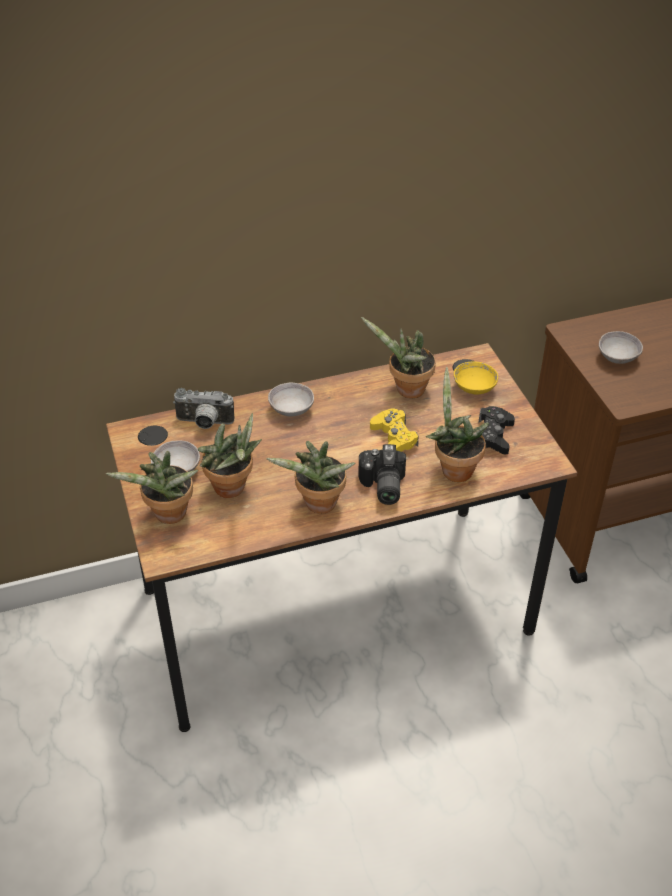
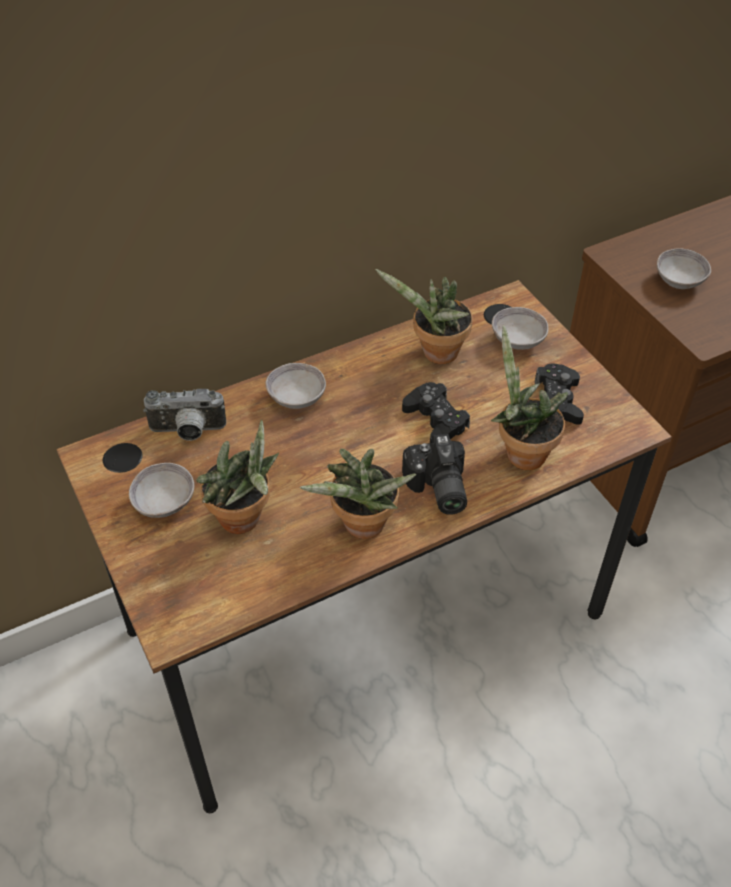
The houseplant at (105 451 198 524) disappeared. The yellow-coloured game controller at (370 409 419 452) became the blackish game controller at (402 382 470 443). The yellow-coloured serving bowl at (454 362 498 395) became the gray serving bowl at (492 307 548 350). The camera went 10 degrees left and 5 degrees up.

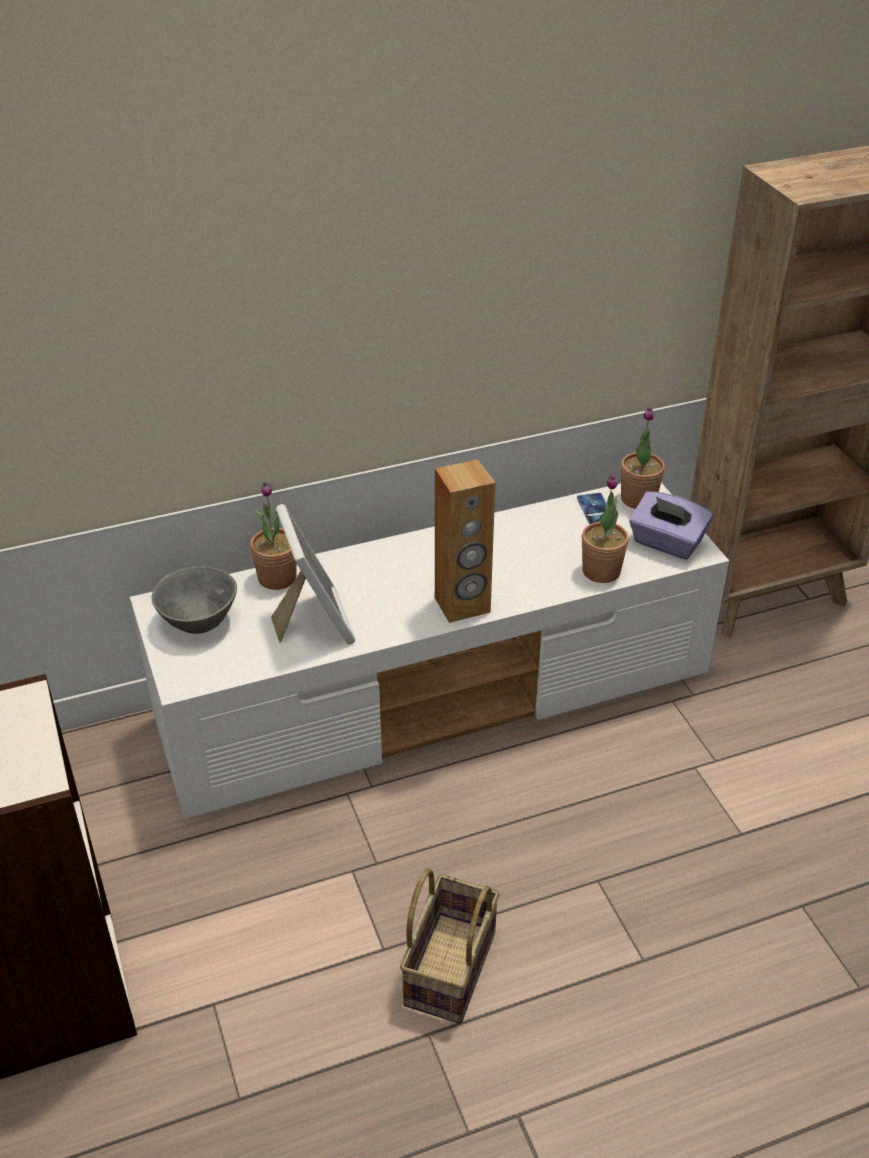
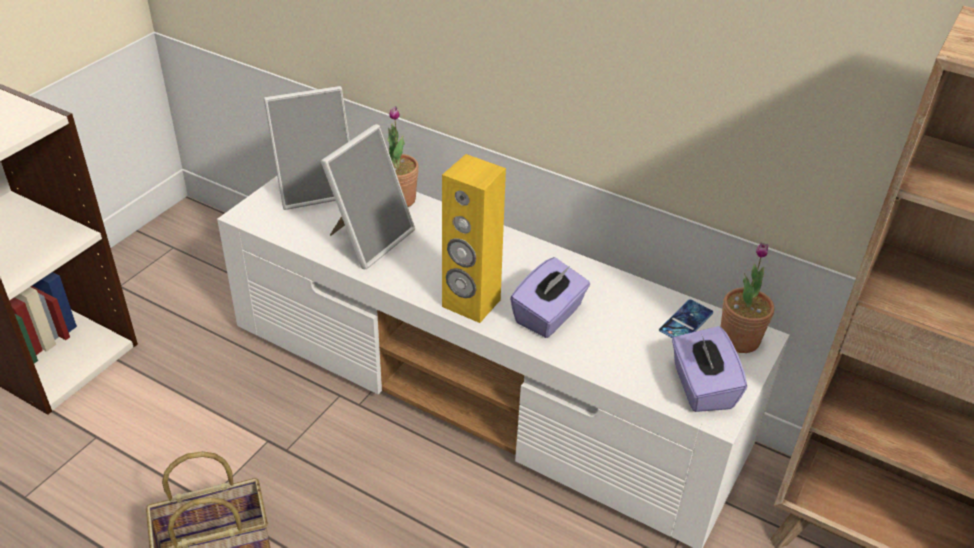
The houseplant at (582 475 629 583) disappeared. The purple box of tissues at (510 257 590 338) appeared. The gray serving bowl at (152 566 237 634) was replaced by the standing frame at (264 86 350 210). The brown-coloured speaker at (435 459 495 623) became the yellow-coloured speaker at (442 154 506 323). The camera went 50 degrees right and 0 degrees up.

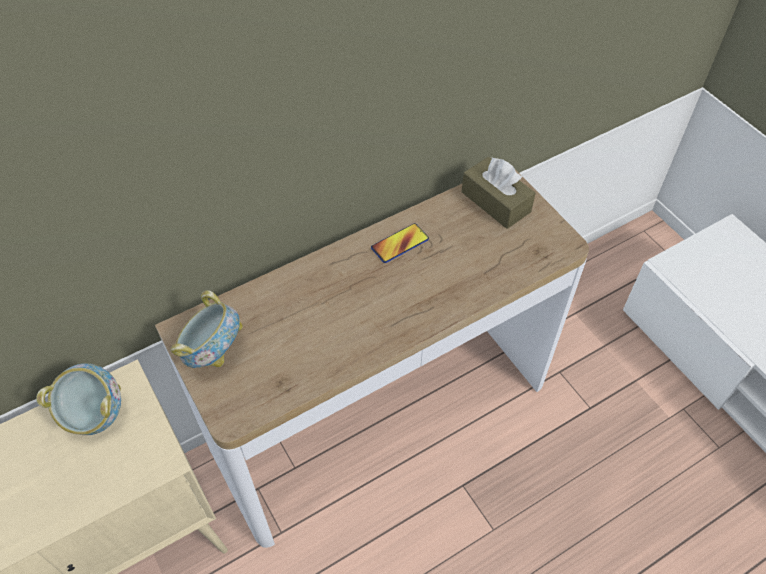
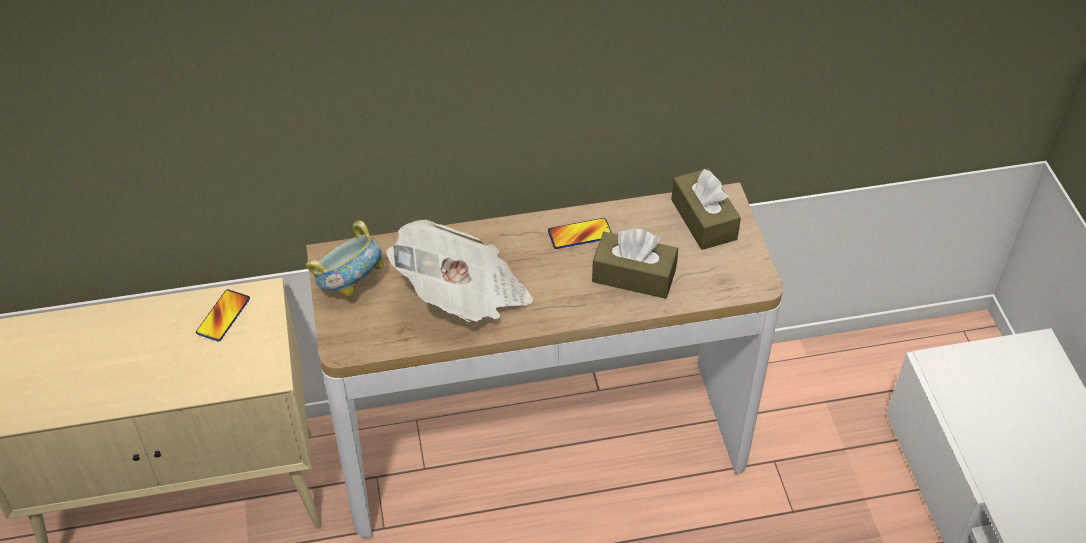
The daily paper at (386 220 533 323) appeared. The brown-coloured box of tissues at (592 229 678 299) appeared. The serving bowl at (36 363 121 435) was replaced by the telephone at (196 289 250 341). The camera went 20 degrees right and 5 degrees down.

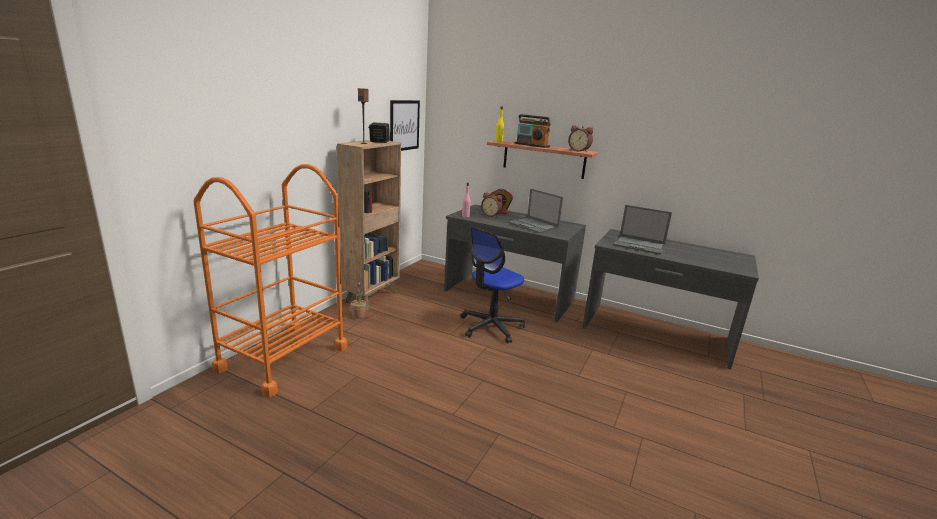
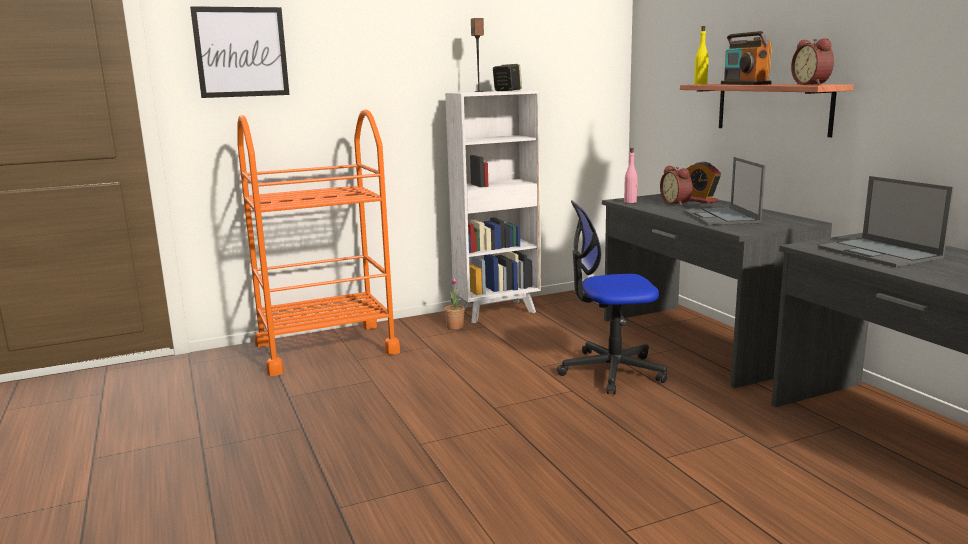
The picture moved from (390 100 420 151) to (190 6 290 98). The brown-coloured bookcase at (337 140 401 310) became the white bookcase at (445 90 541 323). The camera went 40 degrees right and 5 degrees down.

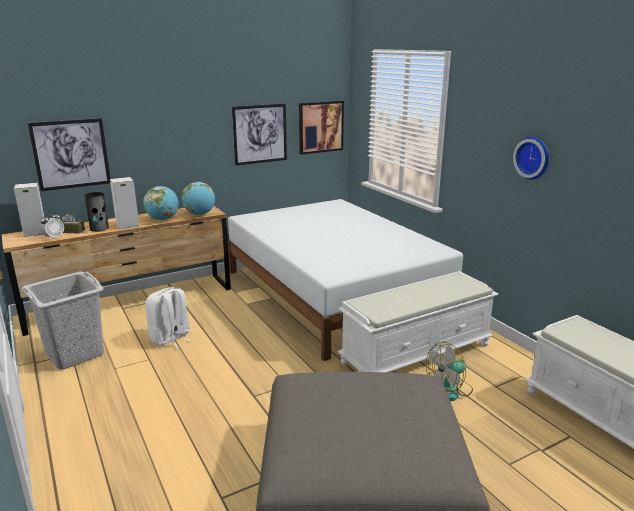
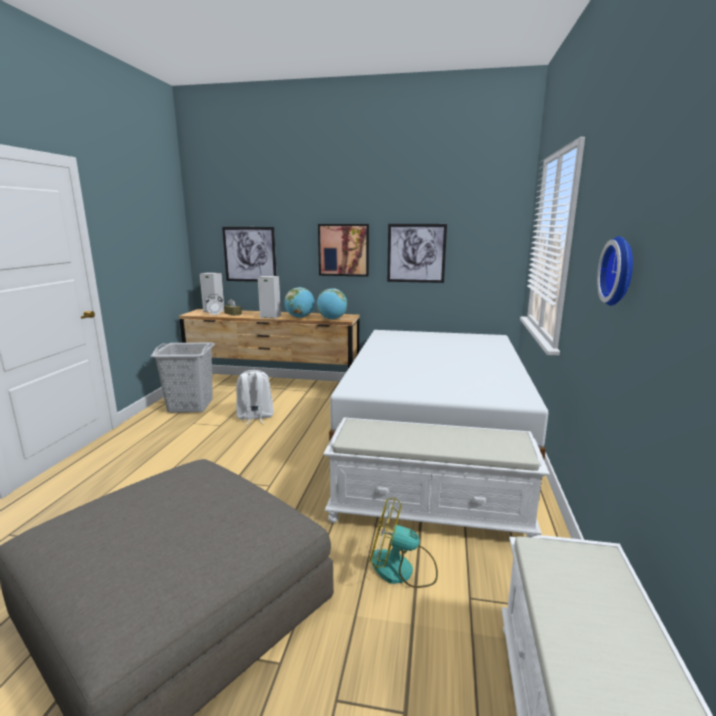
The decorative vase at (85 192 109 232) disappeared. The picture moved from (299 101 344 155) to (318 224 369 277). The camera went 40 degrees right and 5 degrees down.

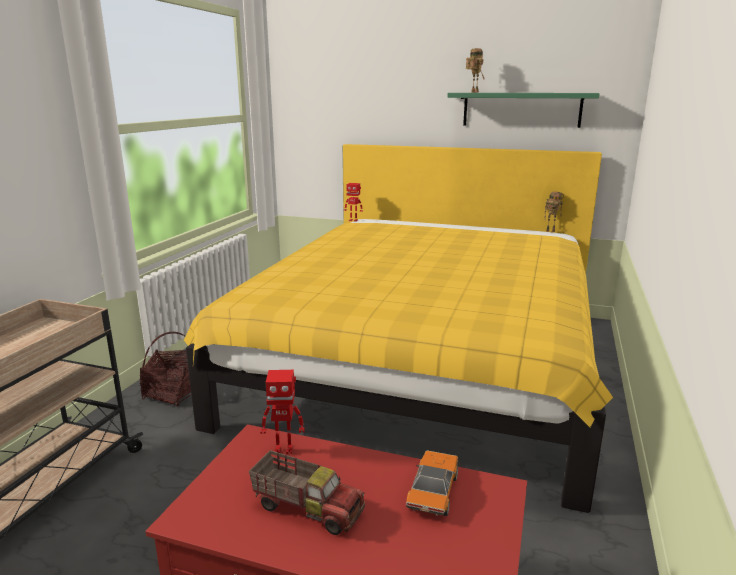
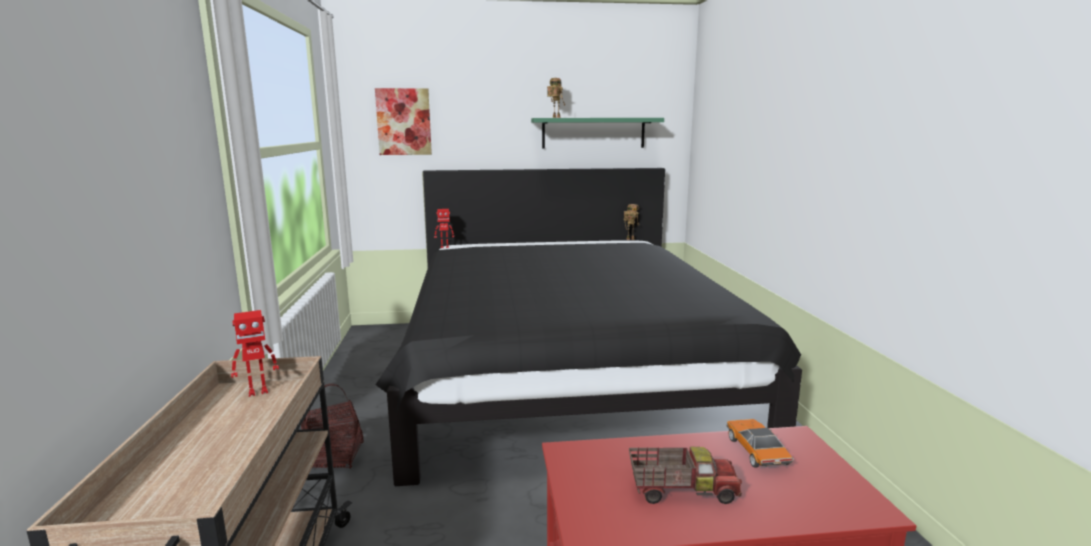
The picture at (375 88 432 155) appeared. The model robot moved from (260 370 305 454) to (231 310 279 397). The yellow-coloured bedroom bed at (184 144 613 513) became the blackish bedroom bed at (376 168 802 486). The camera went 25 degrees left and 5 degrees down.

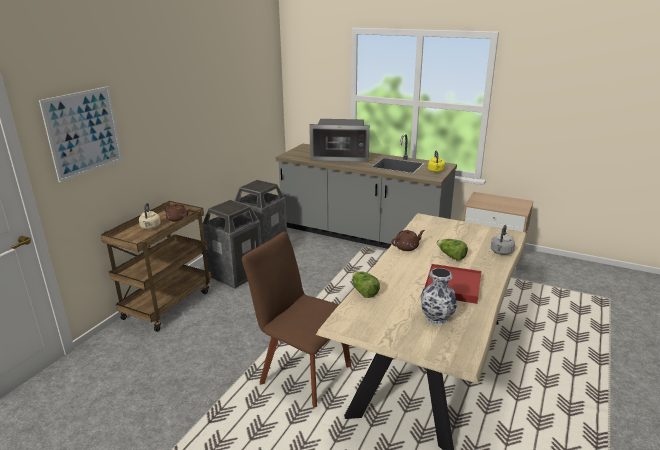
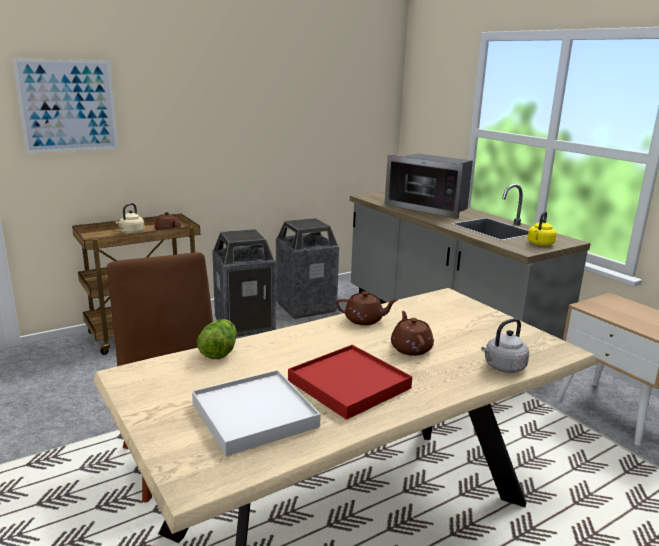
The decorative vase at (421 268 457 325) was replaced by the white carrying tray at (192 370 321 456). The head of lettuce at (437 239 468 261) was replaced by the brown-coloured tea pot at (391 311 434 356). The camera went 30 degrees right and 5 degrees down.

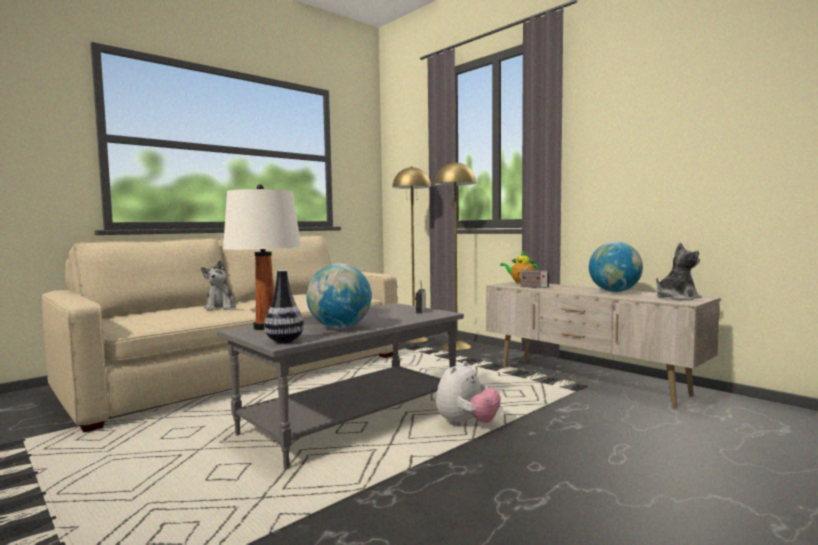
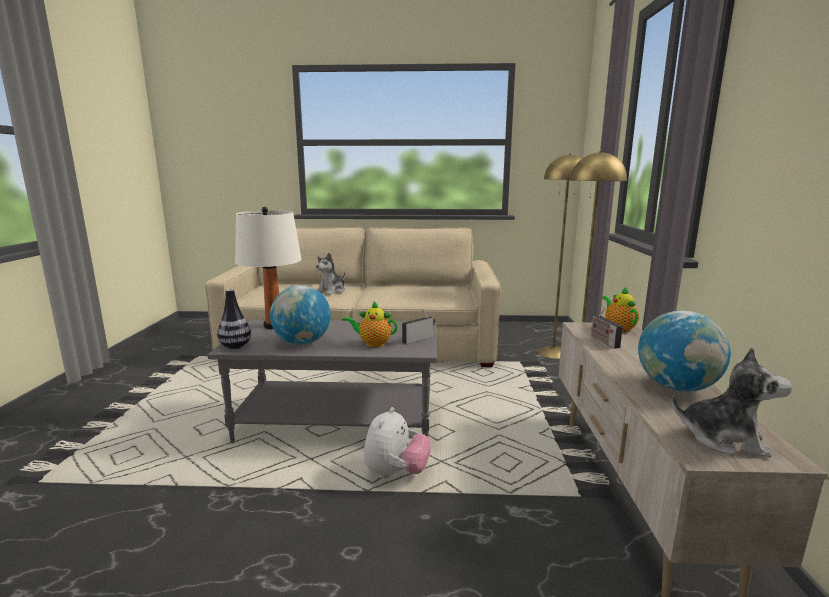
The tea pot at (343 301 397 347) appeared. The soft toy at (436 361 501 426) turned 60 degrees counterclockwise. The camera went 45 degrees right and 10 degrees up.

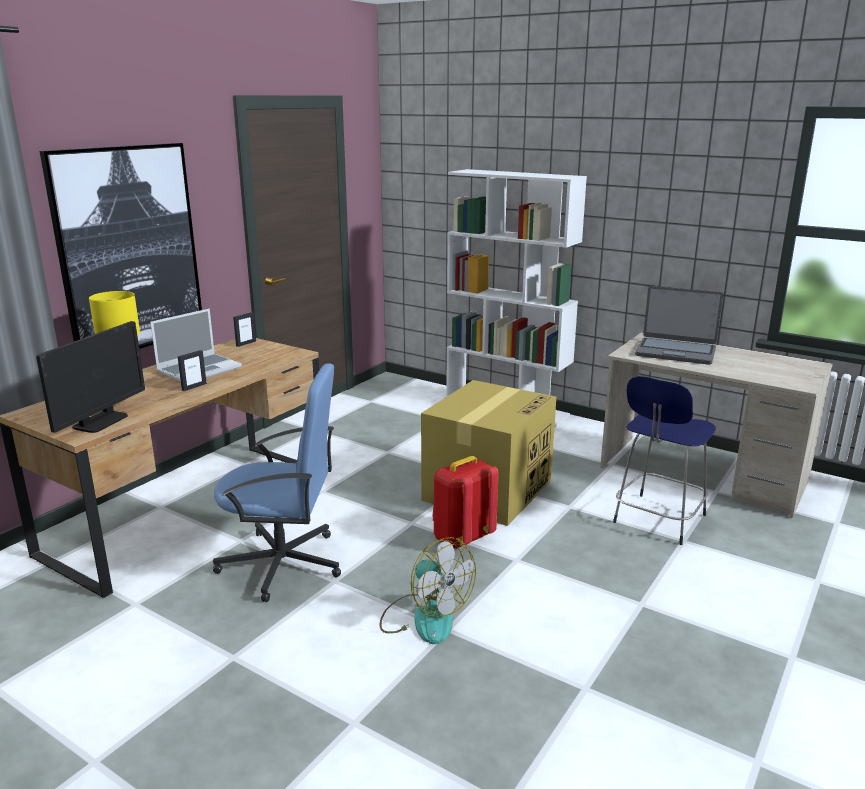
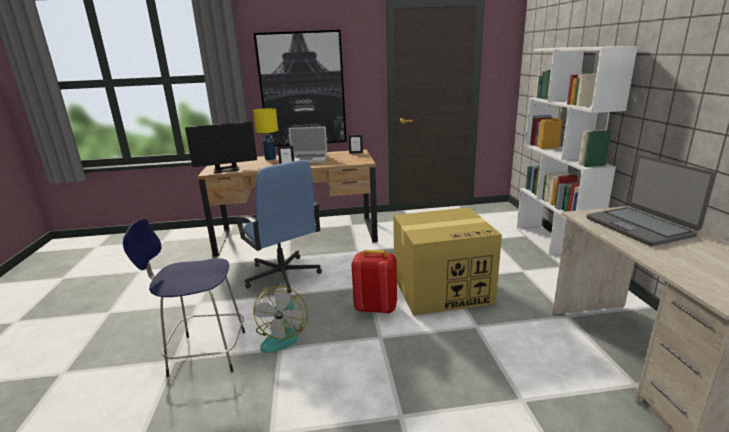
The bluish stool seat moved from (613 376 716 545) to (123 219 245 378). The camera went 50 degrees right and 0 degrees up.

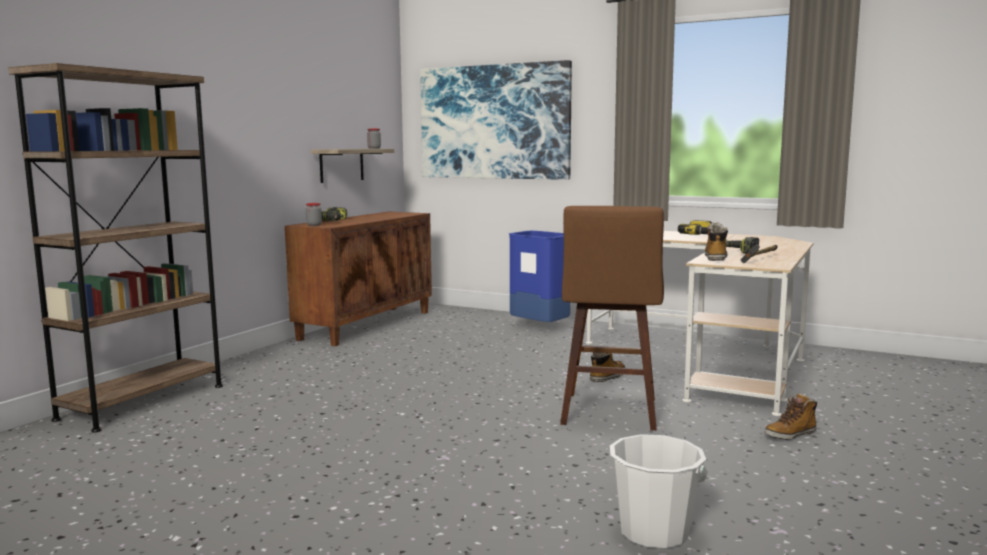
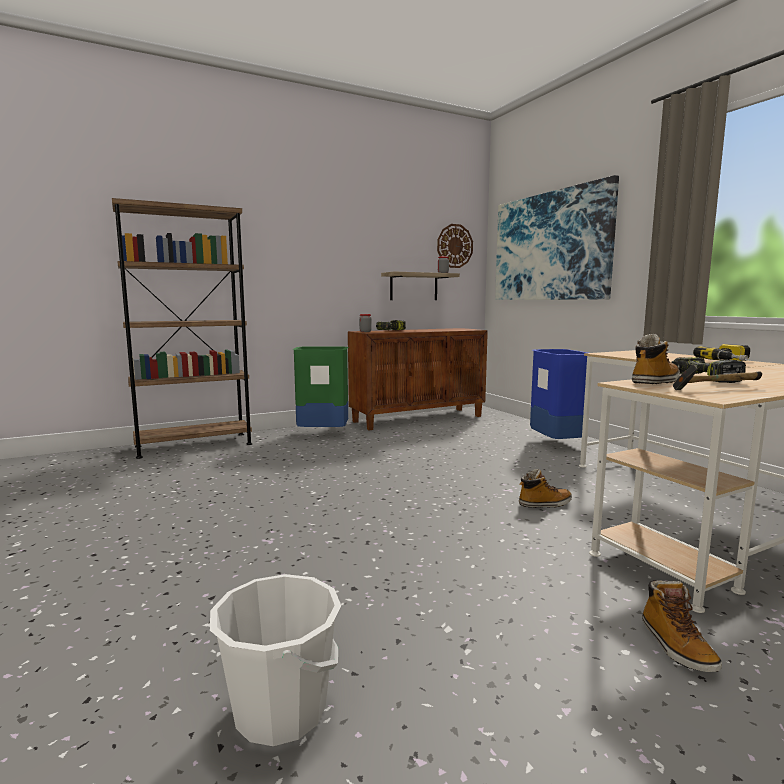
The brown-coloured stool seat at (560 206 664 431) disappeared. The green-coloured waste bin at (292 346 349 427) appeared. The hanging clock at (437 224 473 268) appeared. The boot at (764 393 817 440) turned 105 degrees counterclockwise. The camera went 35 degrees right and 0 degrees up.

